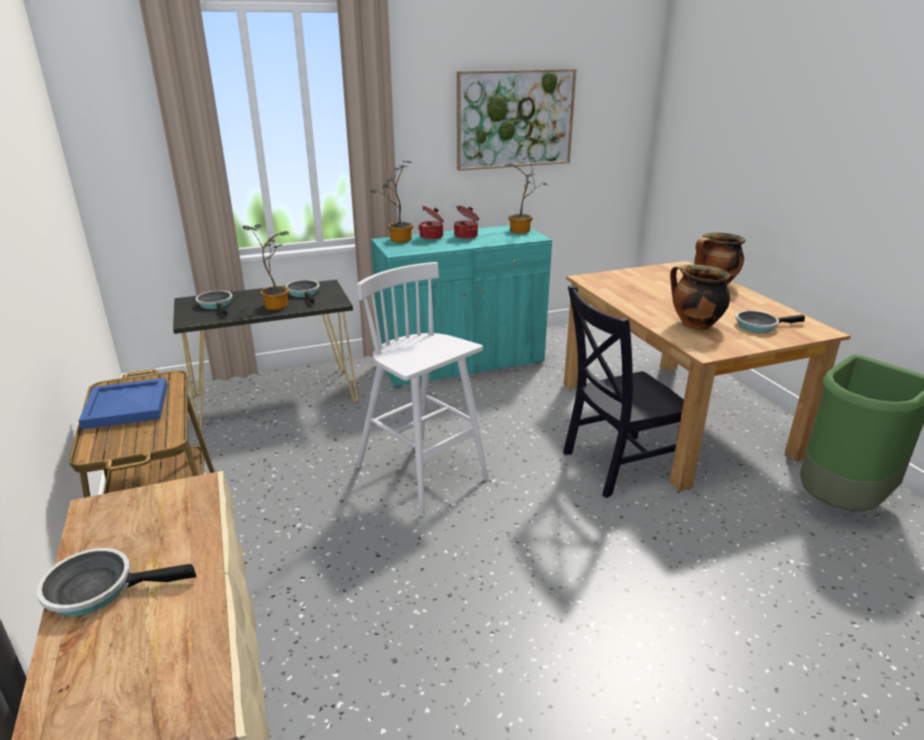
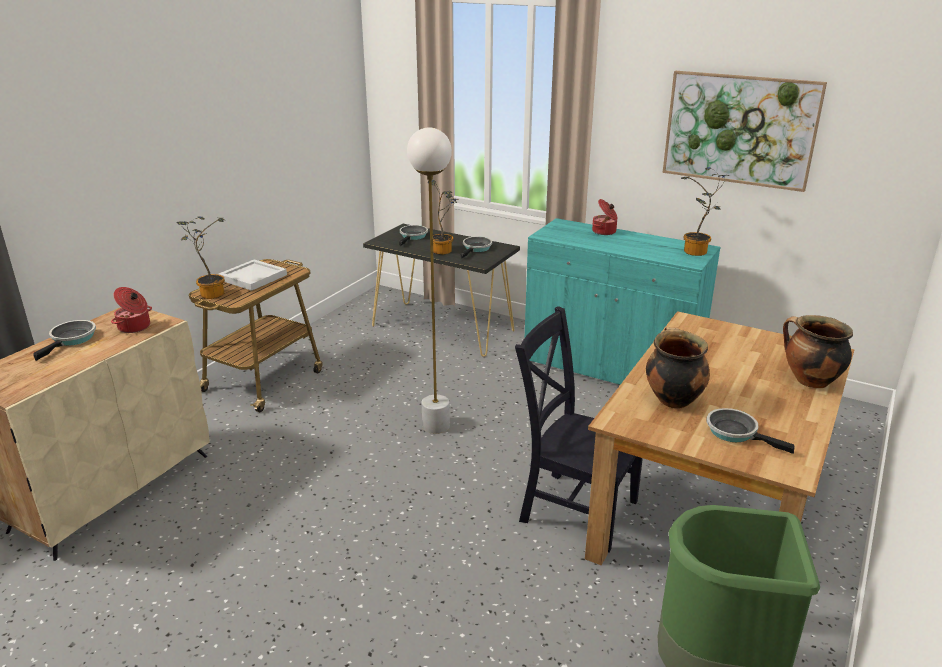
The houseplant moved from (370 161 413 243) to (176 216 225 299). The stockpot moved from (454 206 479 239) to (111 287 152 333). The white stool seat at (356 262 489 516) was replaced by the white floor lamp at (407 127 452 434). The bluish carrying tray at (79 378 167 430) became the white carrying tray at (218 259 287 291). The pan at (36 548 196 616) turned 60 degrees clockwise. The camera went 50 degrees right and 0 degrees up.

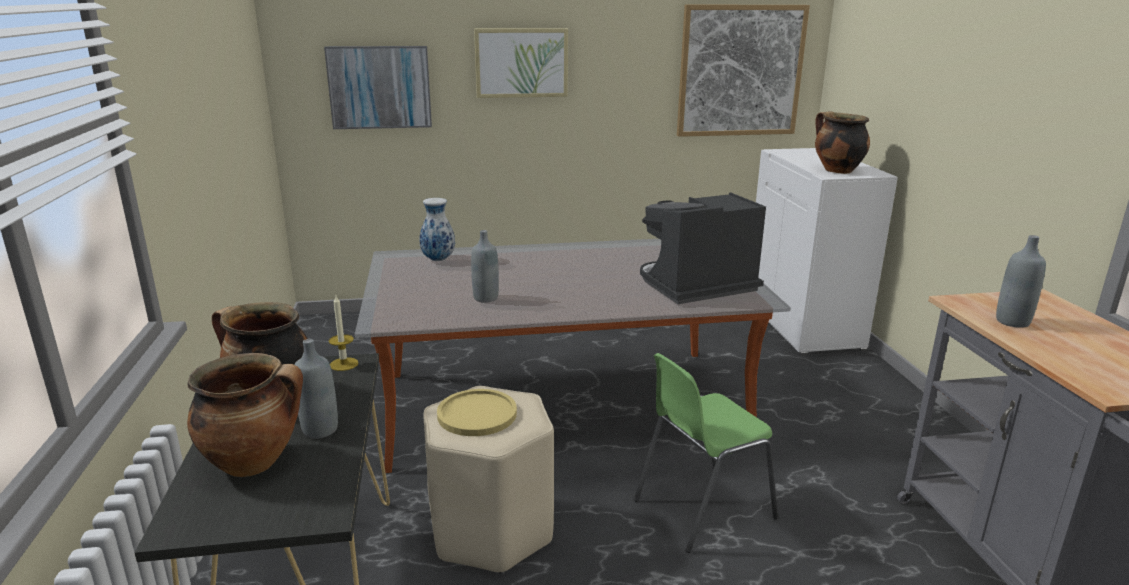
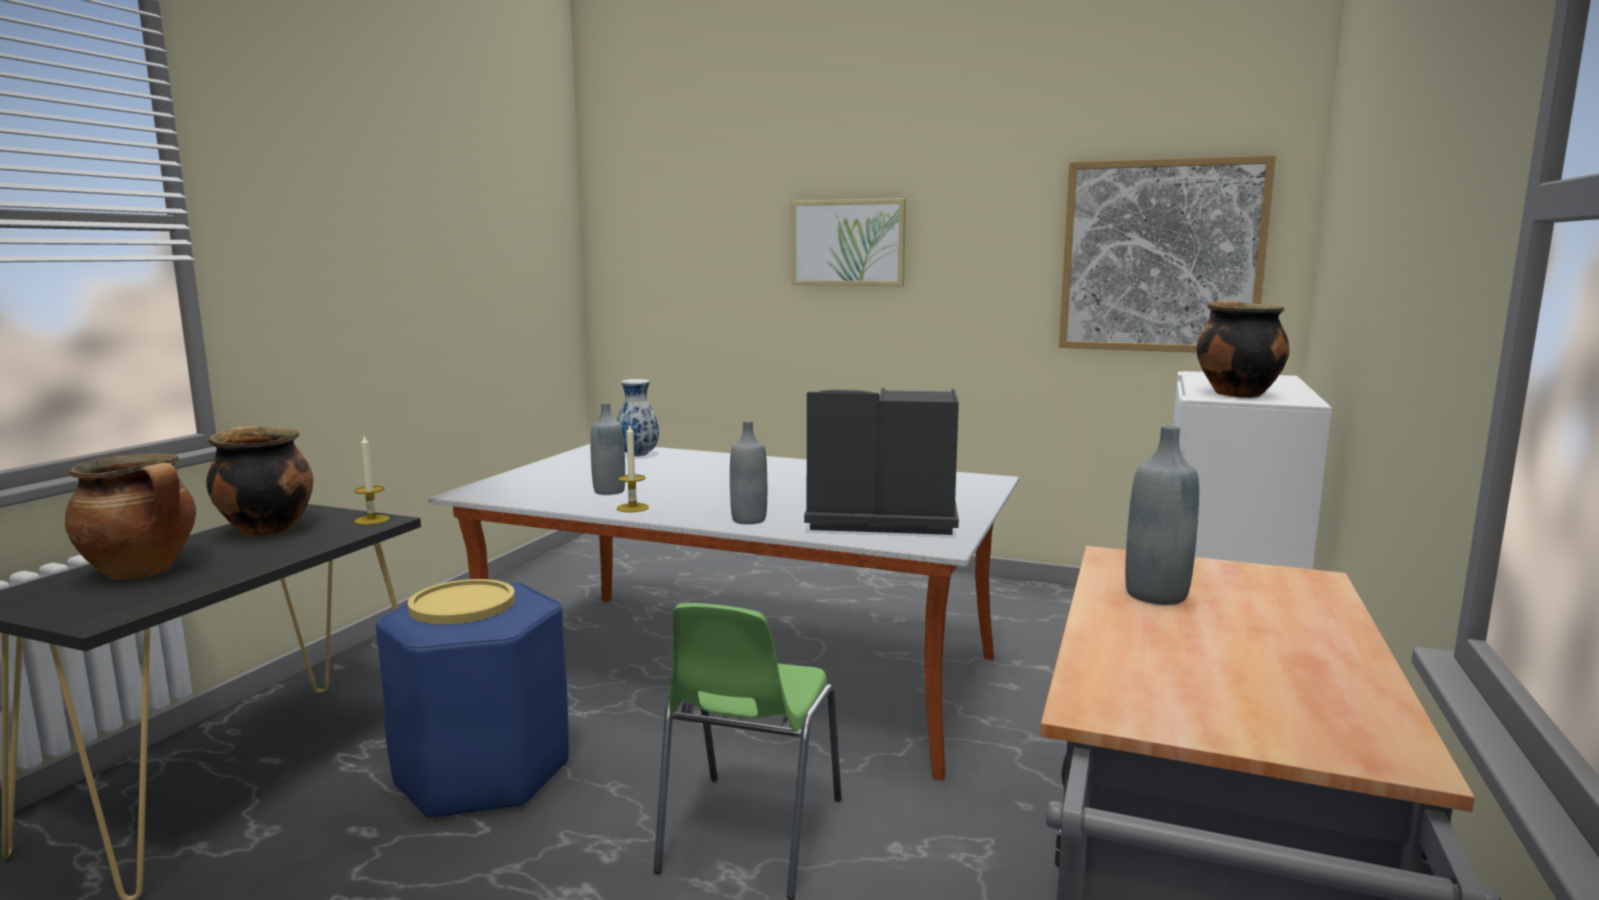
The picture at (324 46 432 129) disappeared. The candle at (617 424 649 512) appeared. The gray drink bottle moved from (295 339 338 439) to (730 420 767 524). The sand-coloured stool seat at (423 386 554 574) became the bluish stool seat at (376 583 569 820). The green-coloured chair at (634 353 778 553) turned 75 degrees counterclockwise. The camera went 30 degrees right and 10 degrees down.

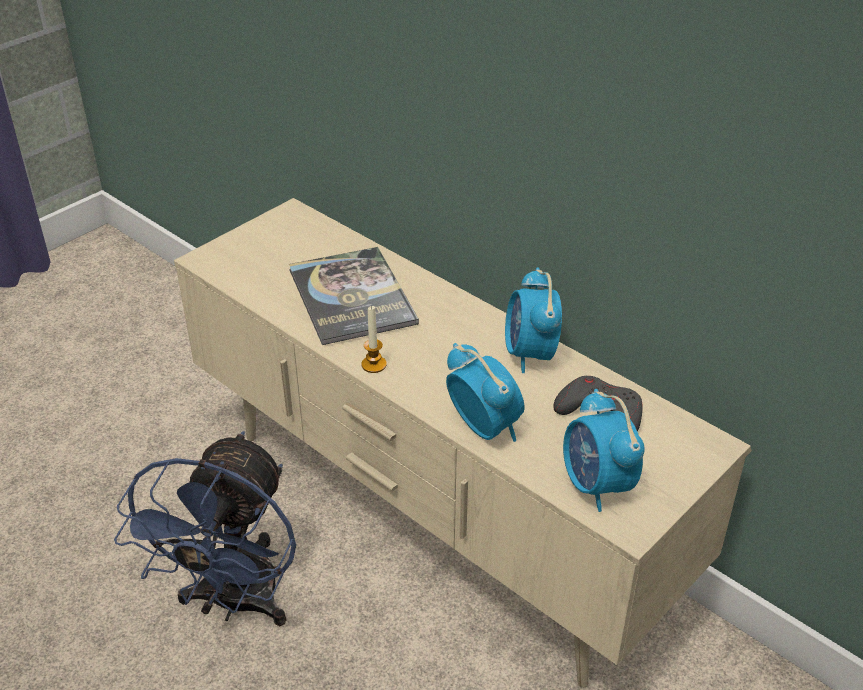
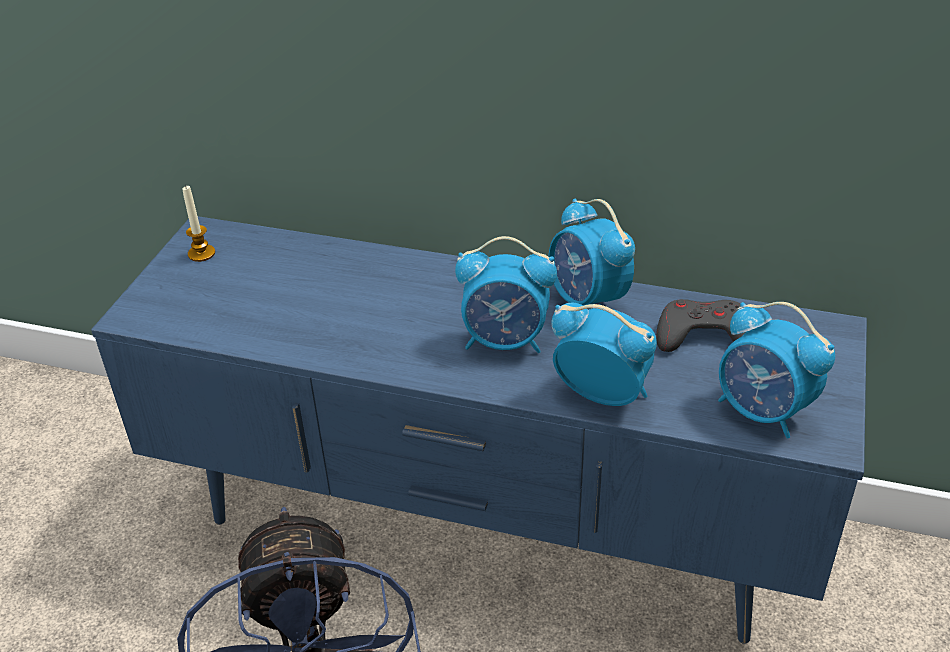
The bound book at (289 247 419 345) disappeared. The alarm clock at (455 236 557 353) appeared. The candle moved from (361 306 387 373) to (182 185 215 262). The sand-coloured tv unit at (174 198 752 688) became the bluish tv unit at (91 216 867 644). The camera went 25 degrees left and 0 degrees up.

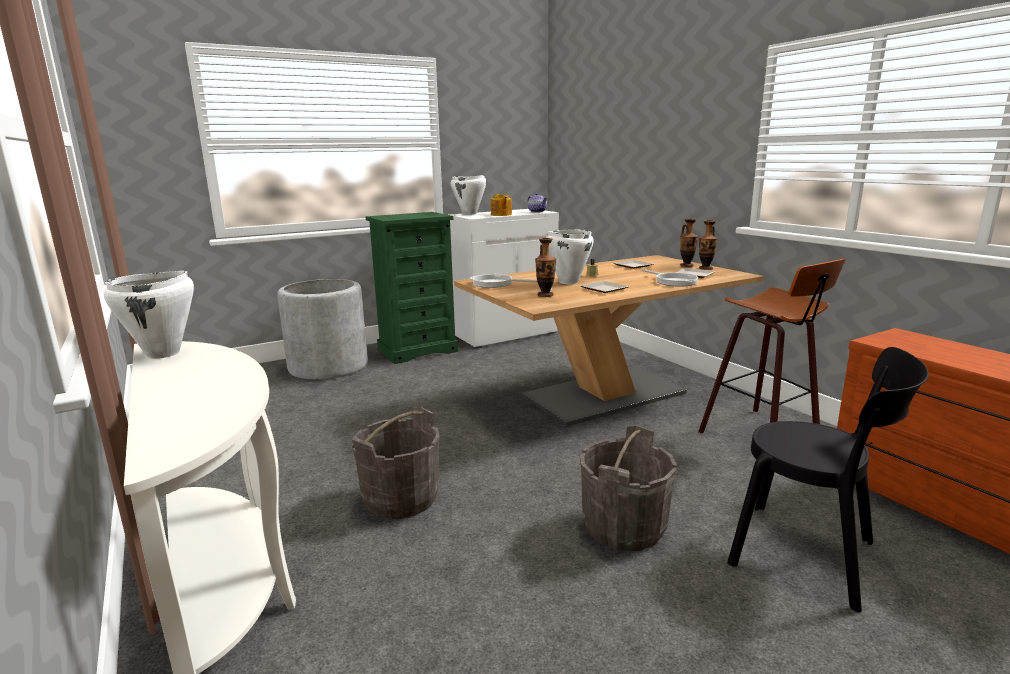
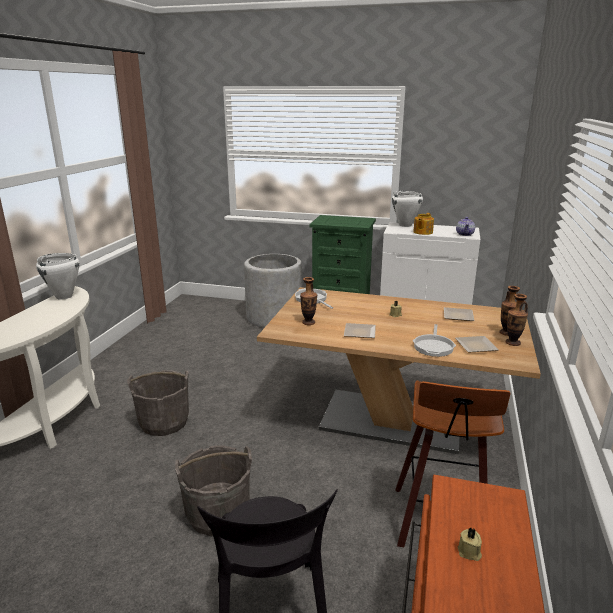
The white stockpot at (546 229 594 284) disappeared. The sand-coloured candle at (458 528 482 561) appeared. The camera went 45 degrees right and 5 degrees up.

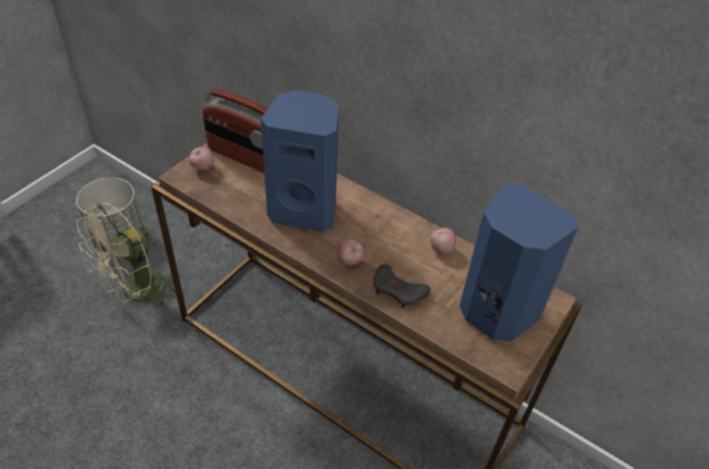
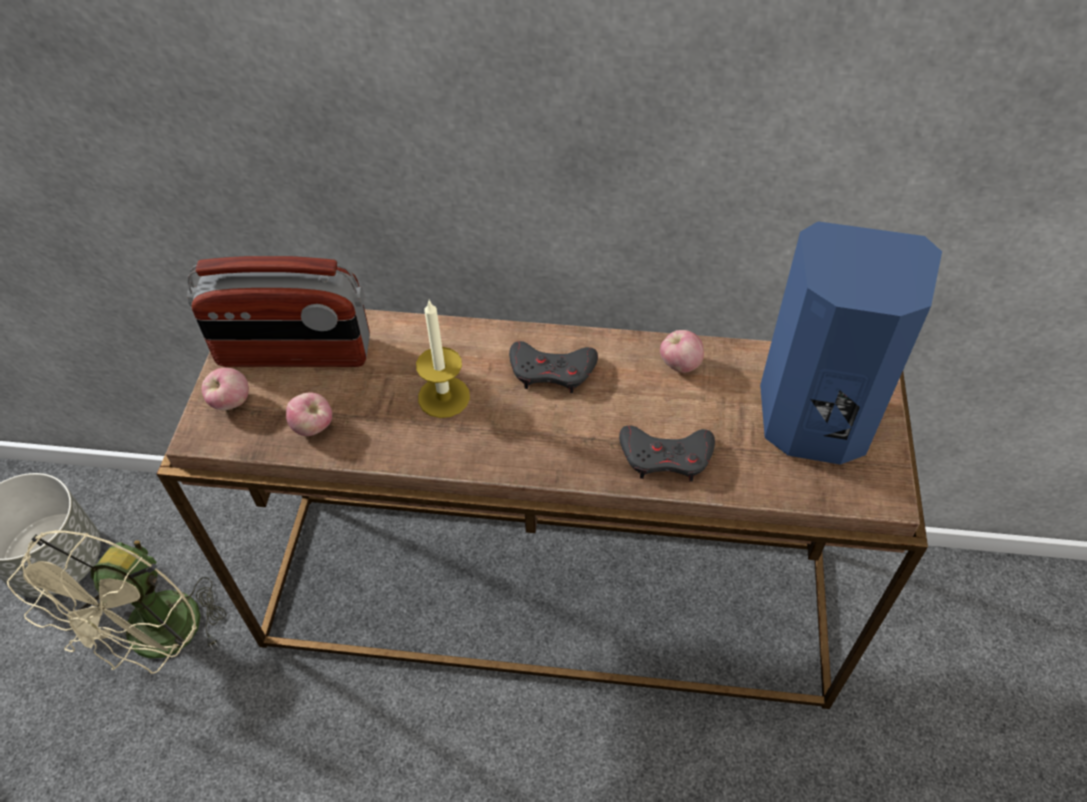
The gray game controller at (509 341 598 393) appeared. The apple moved from (337 239 364 265) to (286 392 332 436). The bluish speaker at (261 90 339 232) was replaced by the candle at (416 301 470 418). The camera went 25 degrees left and 5 degrees up.

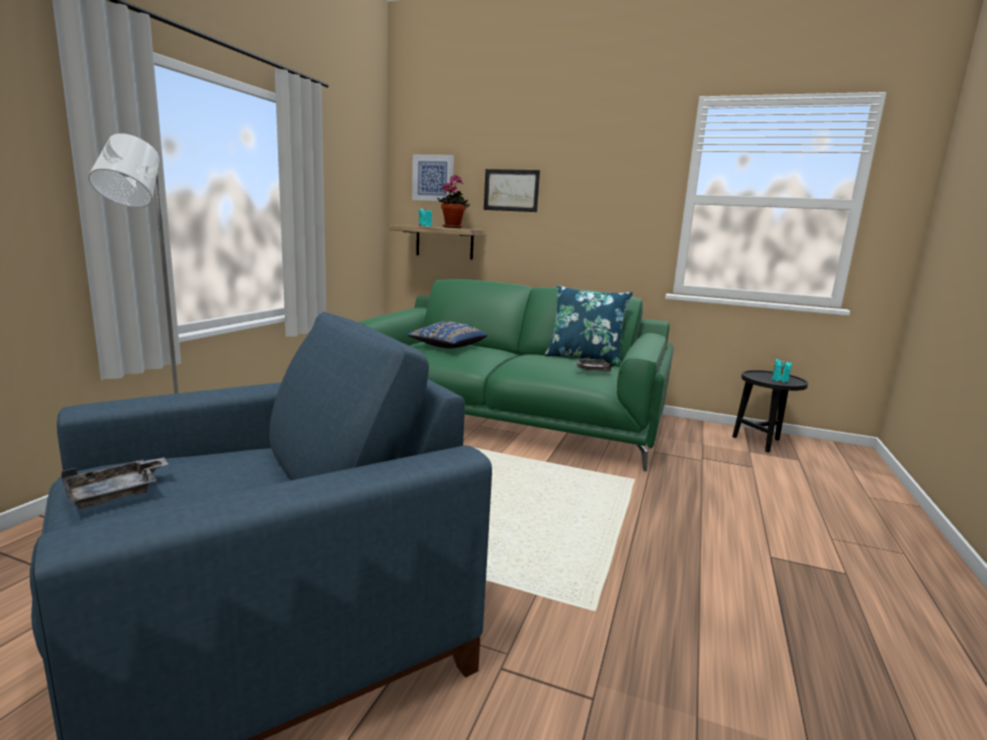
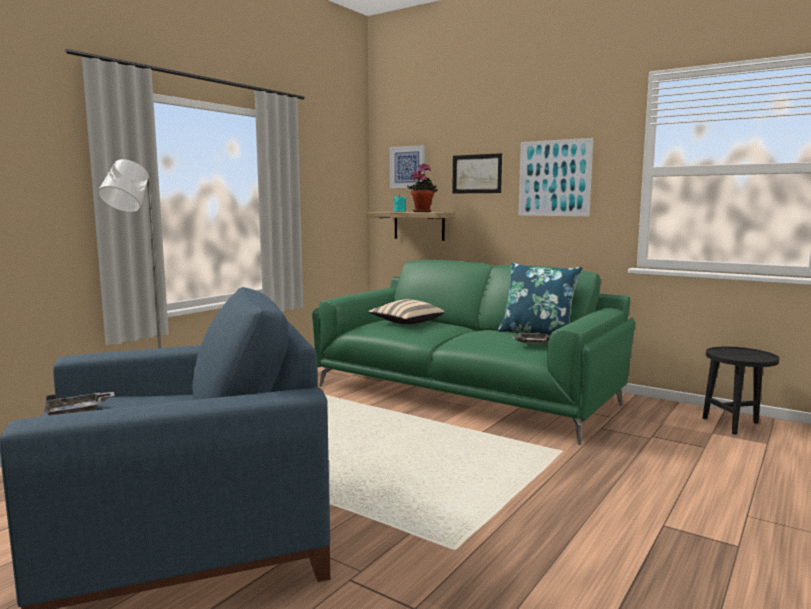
The turquoise candle at (772 359 792 383) disappeared. The picture at (519 138 593 216) appeared. The bluish throw pillow at (407 321 487 348) became the sand-coloured throw pillow at (368 299 445 324). The camera went 15 degrees right and 5 degrees down.

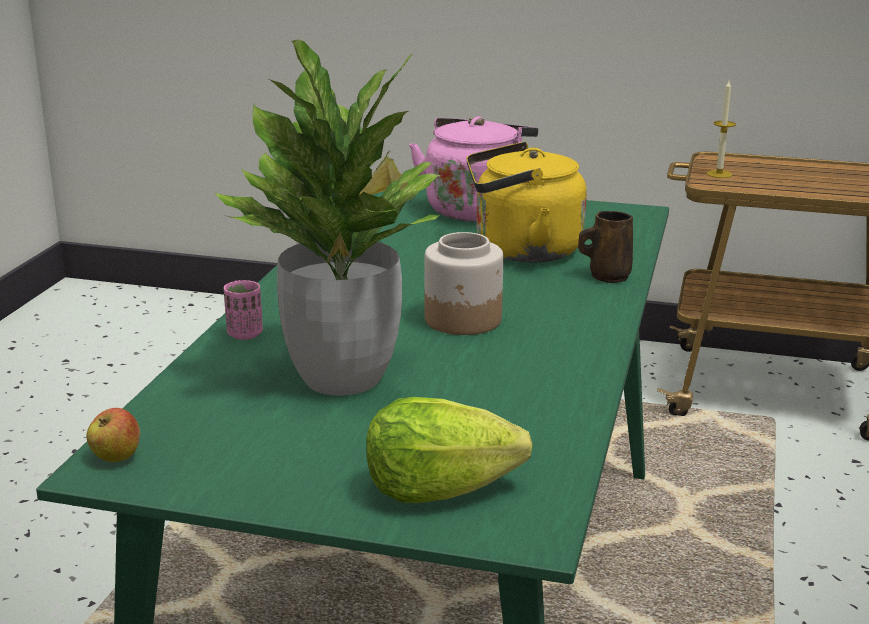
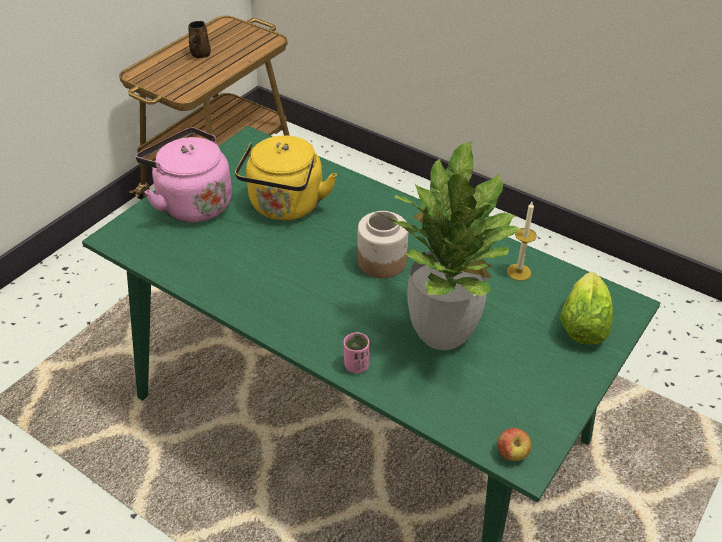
The brown-coloured coffee mug moved from (578 211 633 283) to (188 21 211 58). The candle moved from (707 81 736 178) to (507 202 537 281). The camera went 70 degrees left and 20 degrees up.

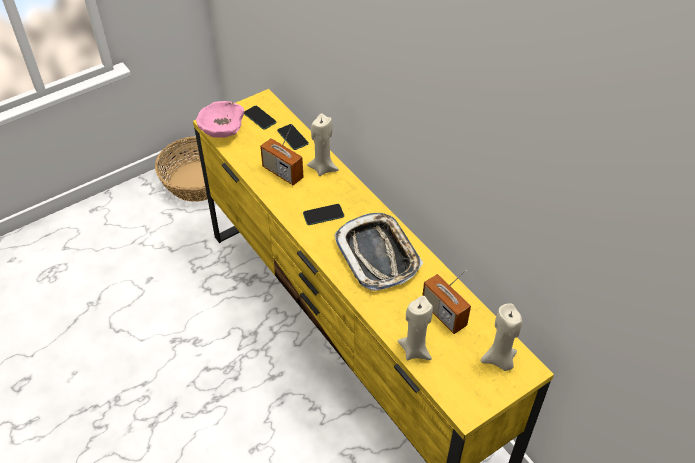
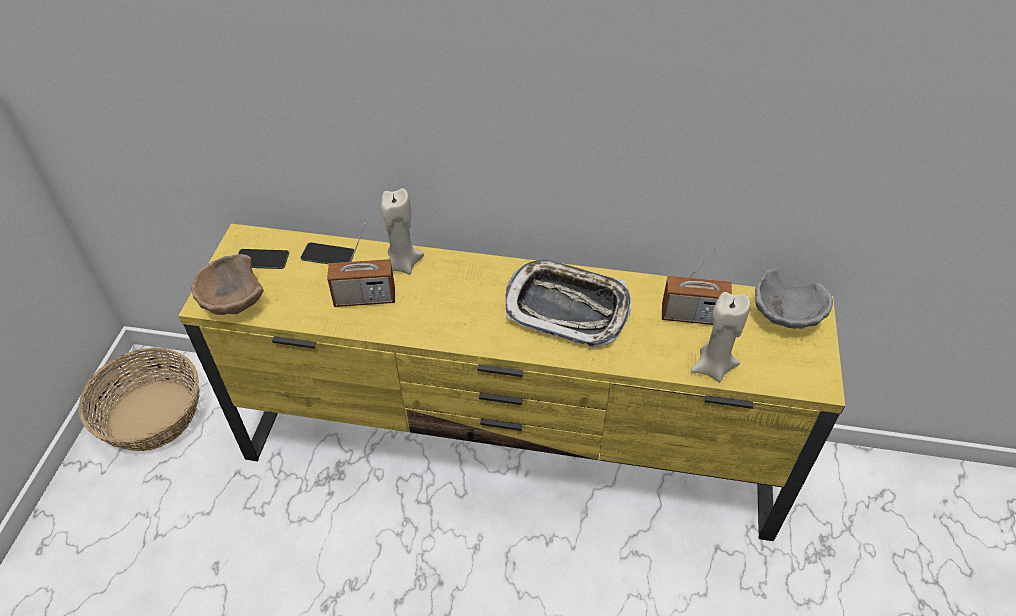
The telephone at (303 204 344 225) disappeared. The sand-coloured candle at (480 303 522 371) was replaced by the gray serving bowl at (755 269 833 329). The pinkish serving bowl at (196 101 244 137) became the brown-coloured serving bowl at (191 254 264 315). The camera went 45 degrees left and 0 degrees up.

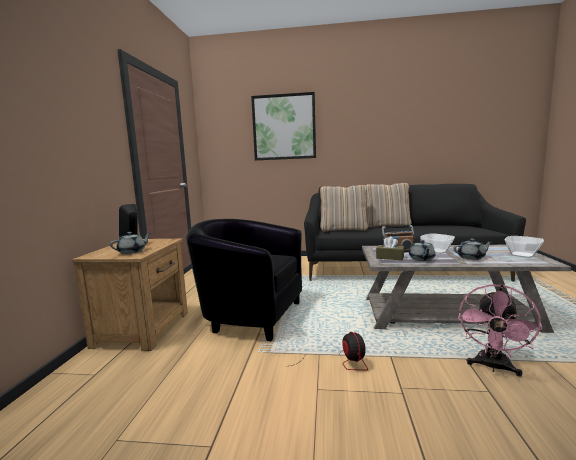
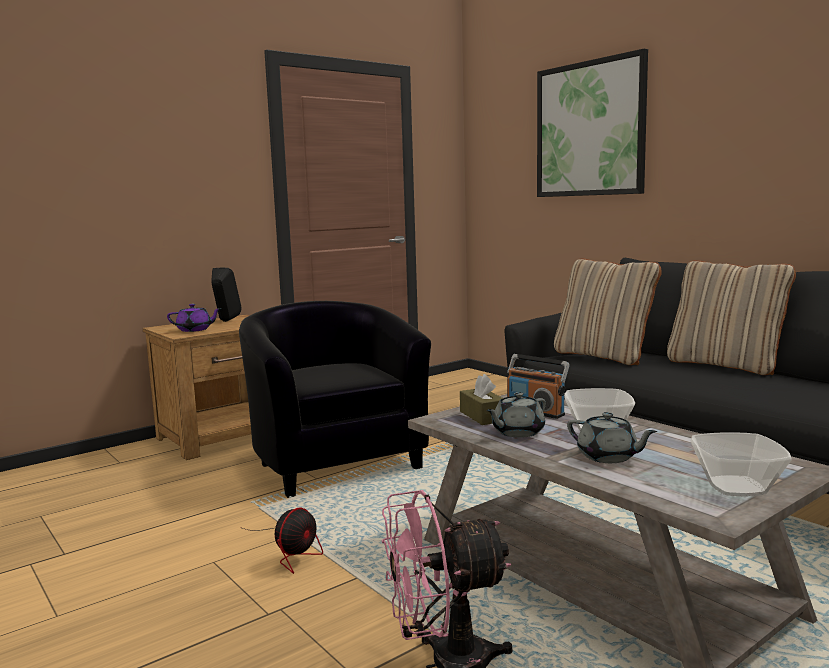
The gray tea pot at (110 232 150 254) became the purple tea pot at (167 304 222 332). The camera went 45 degrees right and 0 degrees up.

